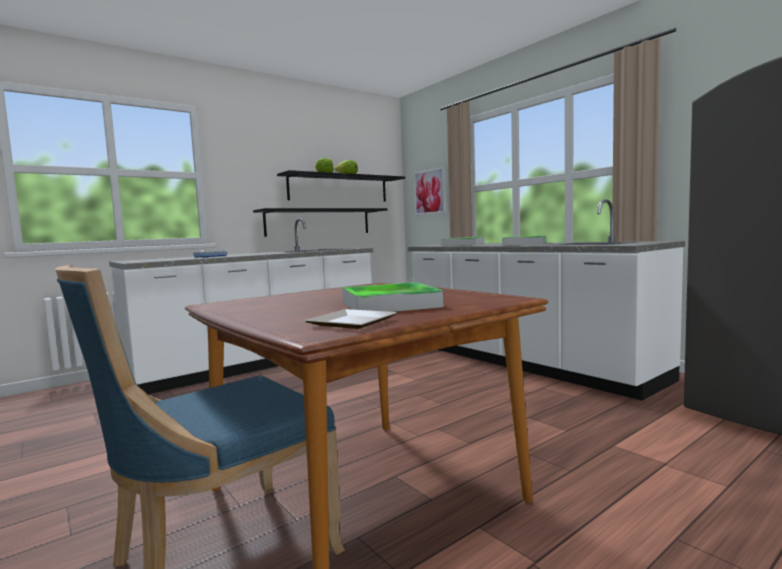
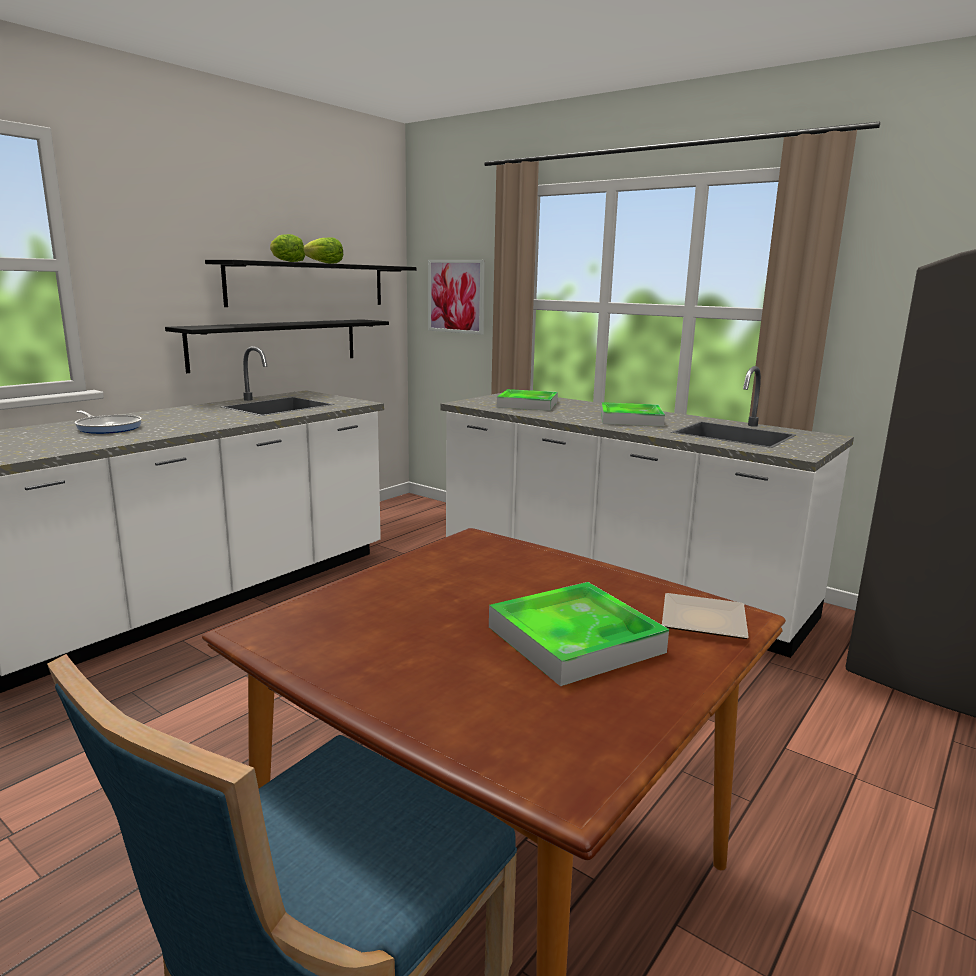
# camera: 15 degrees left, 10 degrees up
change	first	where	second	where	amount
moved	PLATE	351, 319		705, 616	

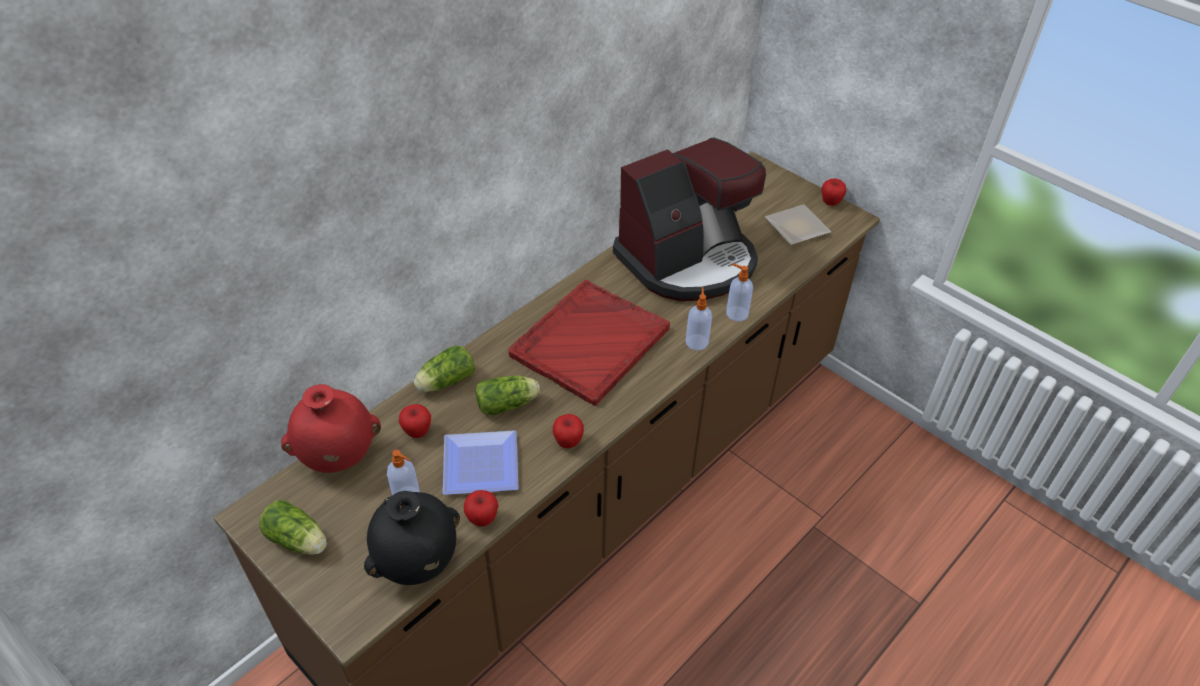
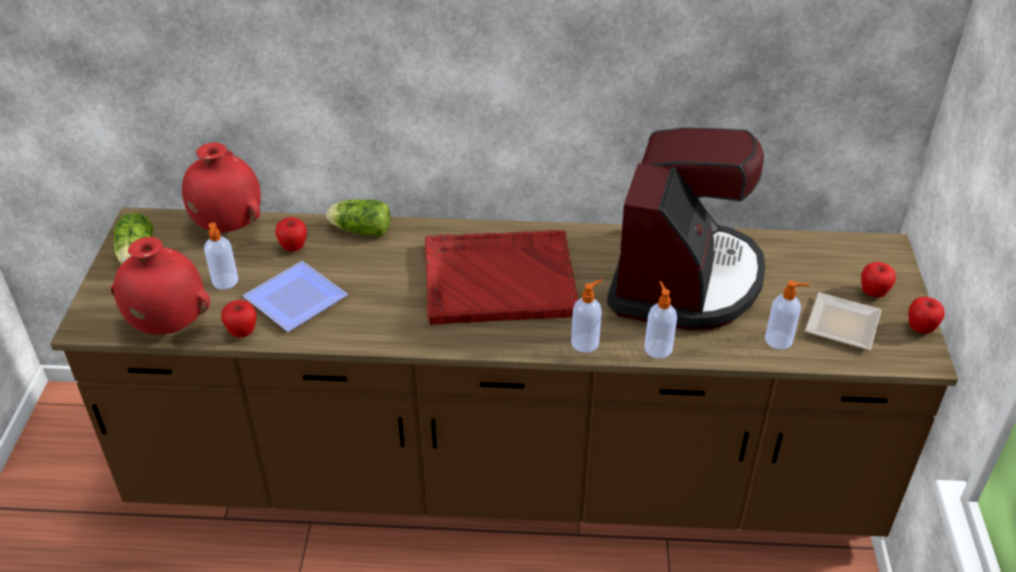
# camera: 50 degrees right, 5 degrees down
change	first	where	second	where	amount
removed	LETTUCE	507, 395			
added			SOAP BOTTLE	787, 315	
moved	WHOLE APPLE	568, 431		878, 279	
recoloured	BLACK-COLOURED VASE	412, 538	REDDISH VASE	160, 286	
turned	COFFEE MACHINE	689, 219		686, 228	90 degrees counterclockwise

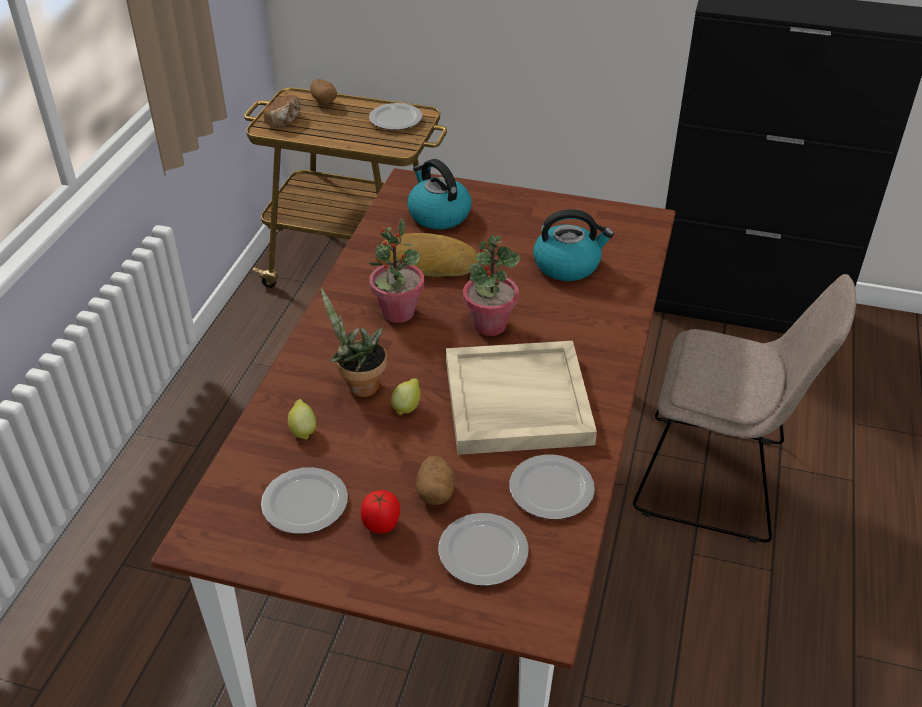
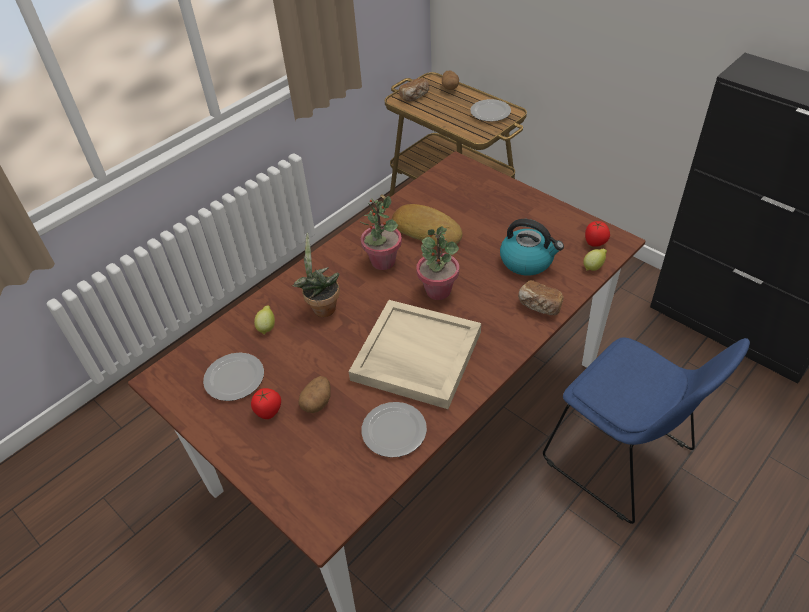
# camera: 30 degrees right, 5 degrees up
change	first	where	second	where	amount
removed	TEA KETTLE	439, 194			
removed	PLATE	483, 549			
added			BAKERY BREAD	540, 297	
added			WHOLE TOMATO	597, 234	
moved	WHOLE LEMON	405, 397		595, 260	
recoloured	SAND-COLOURED PLAIN CHAIR	744, 408	BLUE-COLOURED PLAIN CHAIR	646, 430	

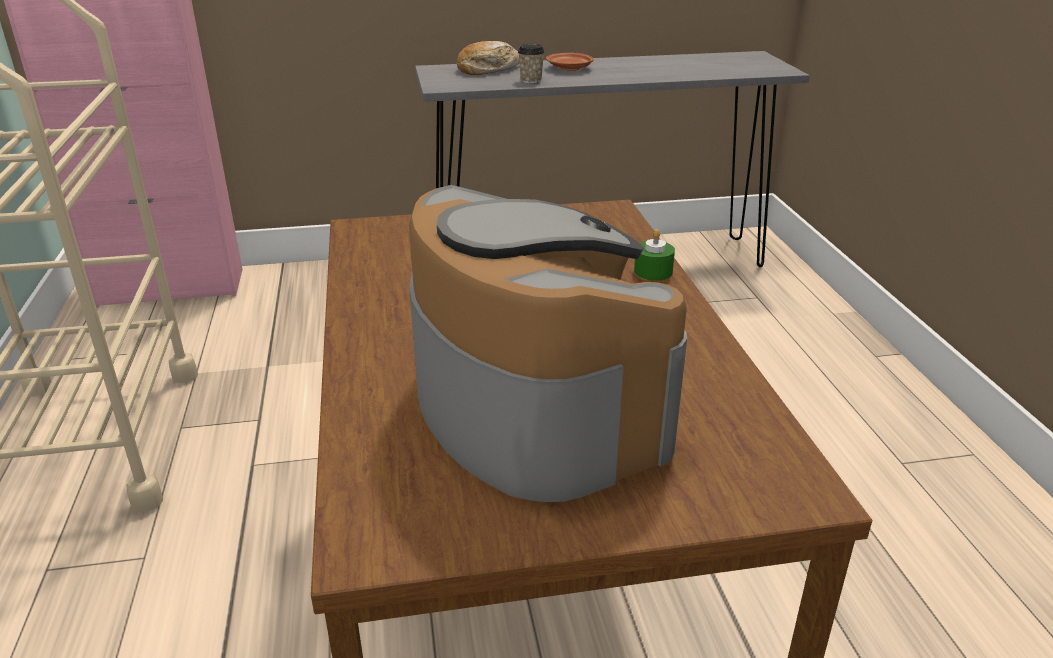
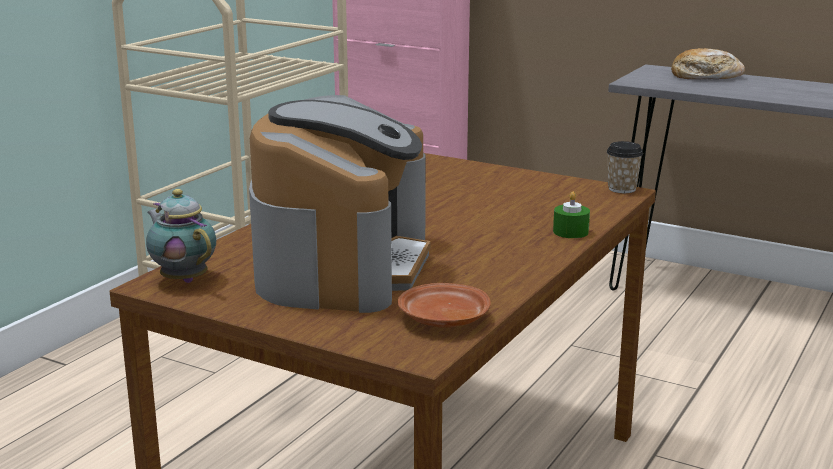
# camera: 40 degrees right, 10 degrees down
change	first	where	second	where	amount
added			TEAPOT	181, 236	
moved	SMALL CUP	531, 64		625, 167	
moved	BROWNISH PLATE	570, 62		444, 305	

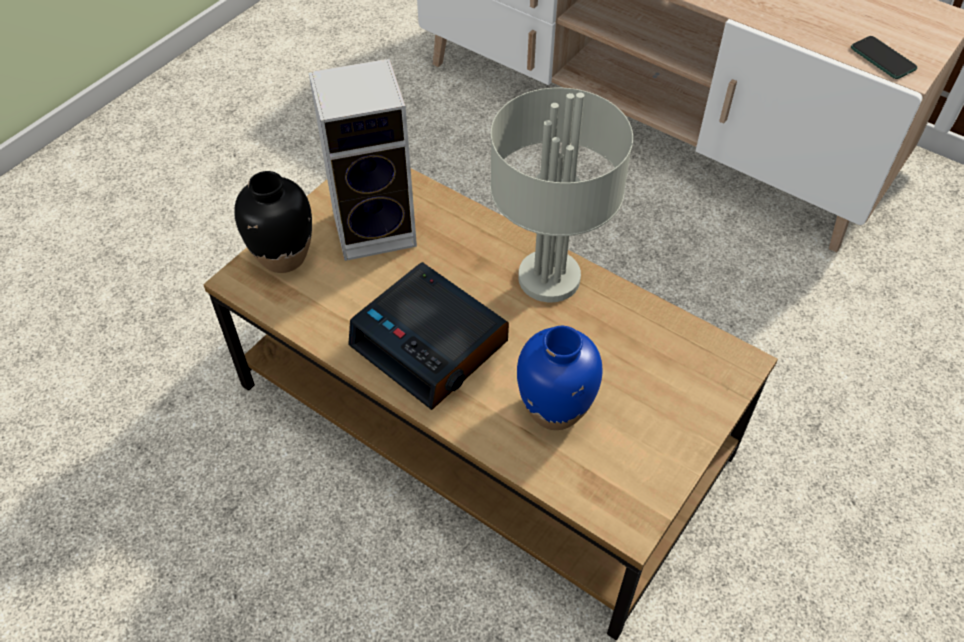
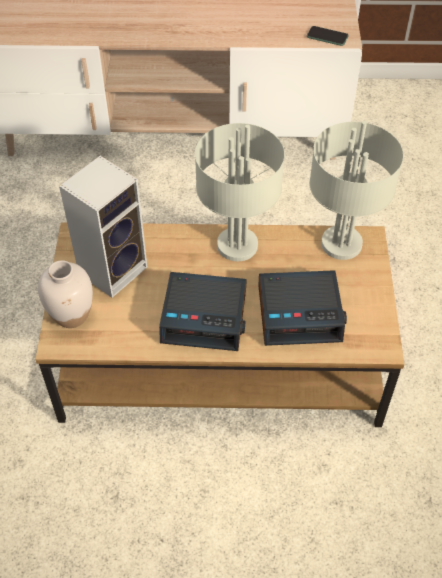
# camera: 35 degrees left, 0 degrees up
change	first	where	second	where	amount
added			GRAY LAMP FOR A TABLE	356, 190	
replaced	BLUE-COLOURED VASE	560, 378	BEDSIDE CLOCK	302, 308	
recoloured	BLACK-COLOURED VASE	273, 222	WHITE-COLOURED VASE	65, 294	

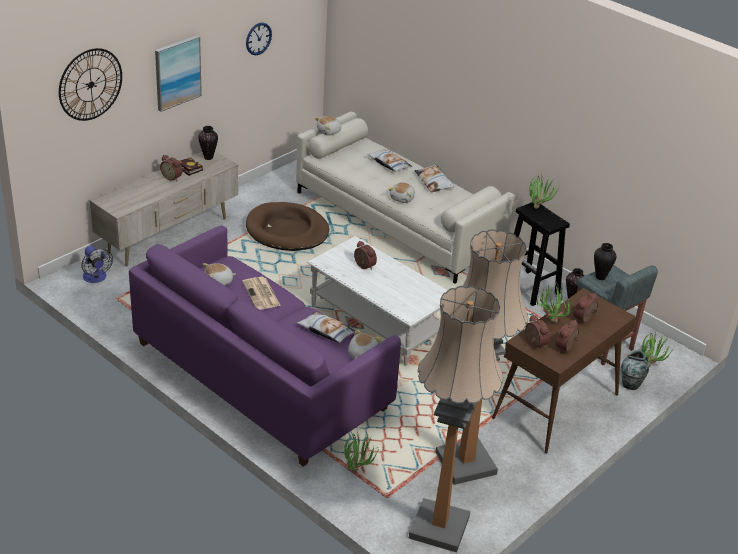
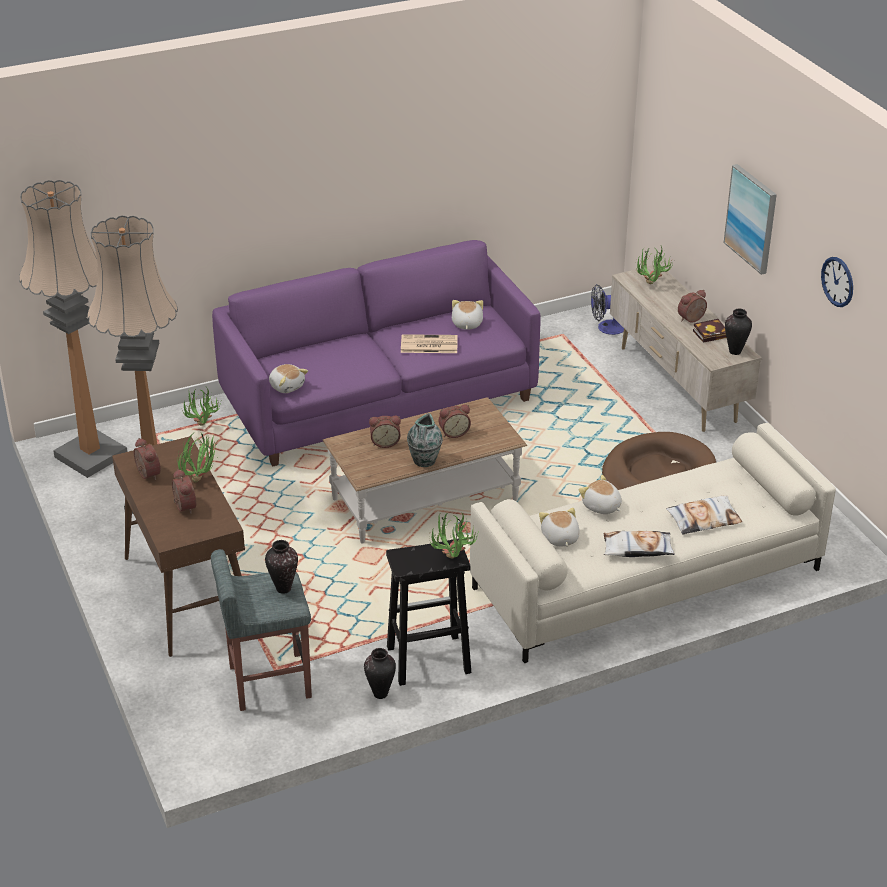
# camera: 115 degrees right, 0 degrees up
change	first	where	second	where	amount
removed	CLOCK ON THE WALL	90, 84			
removed	CUSHION	326, 328			
moved	CUDDLY TOY	328, 126		559, 527	
moved	BEDSIDE CLOCK	537, 332		385, 432	
moved	VASE	635, 370		425, 440	
moved	HOUSEPLANT	657, 349		655, 265	
recoloured	WHITE-COLOURED COFFEE TABLE	377, 301	BROWNISH COFFEE TABLE	425, 470	

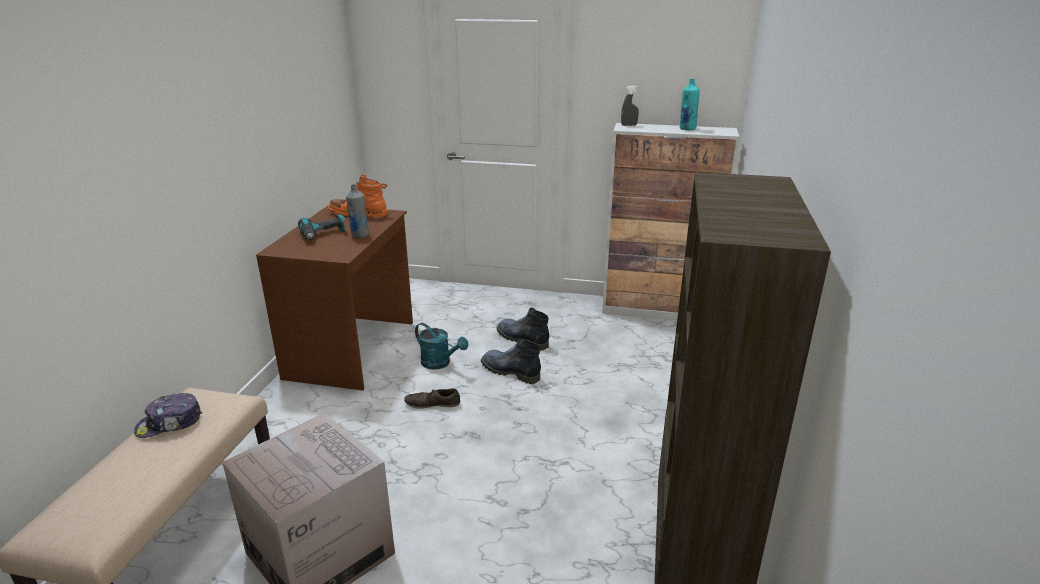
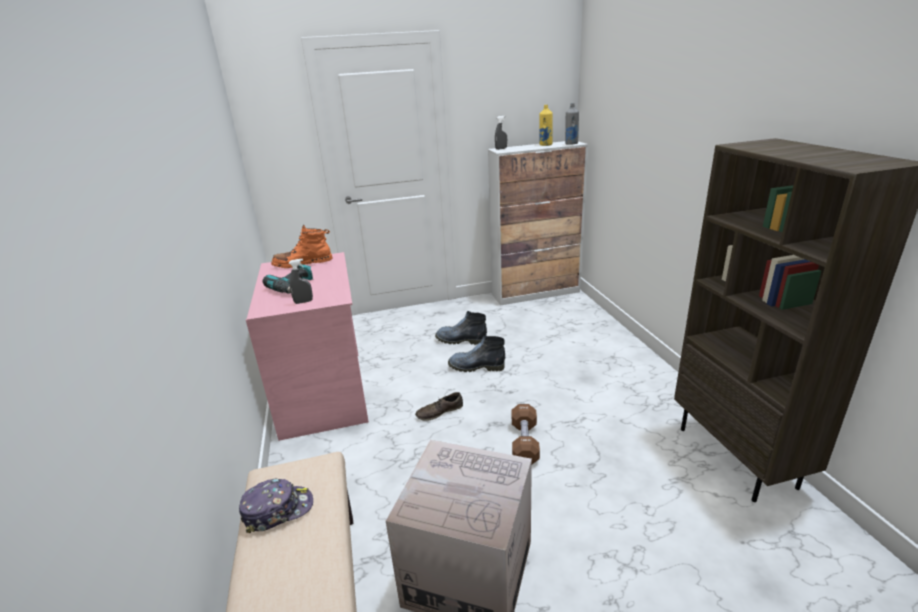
# camera: 25 degrees left, 0 degrees up
change	first	where	second	where	amount
removed	TURQUOISE WATERING CAN	442, 346			
added			GRAY SPRAYER	301, 281	
added			BROWNISH DUMBBELL	526, 434	
moved	GRAY DRINK BOTTLE	357, 211		572, 124	
recoloured	BROWNISH DESK TABLE	334, 297	PINKISH DESK TABLE	307, 346	
recoloured	TURQUOISE DRINK BOTTLE	690, 104	YELLOW DRINK BOTTLE	546, 125	
turned	BASEBALL CAP	168, 415		276, 506	150 degrees counterclockwise

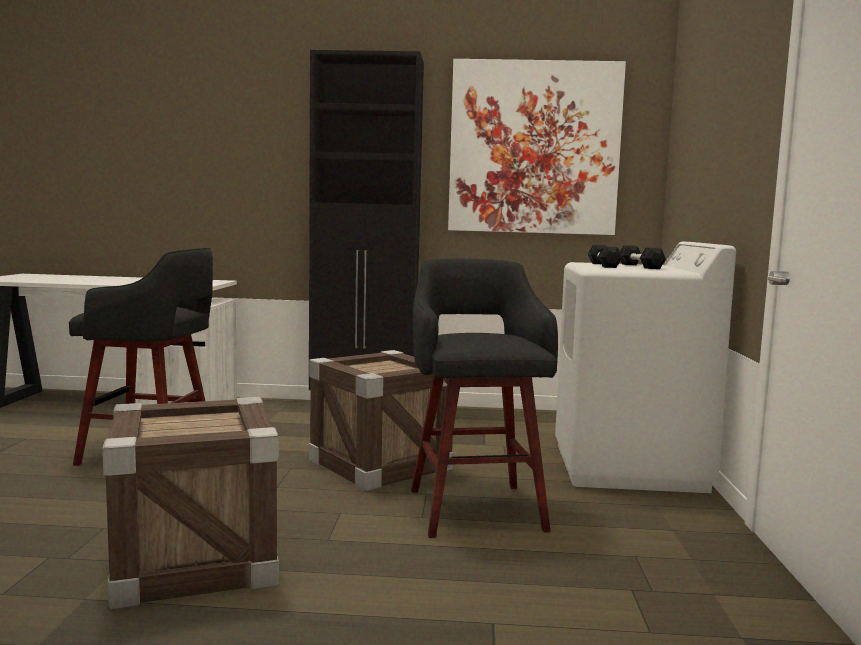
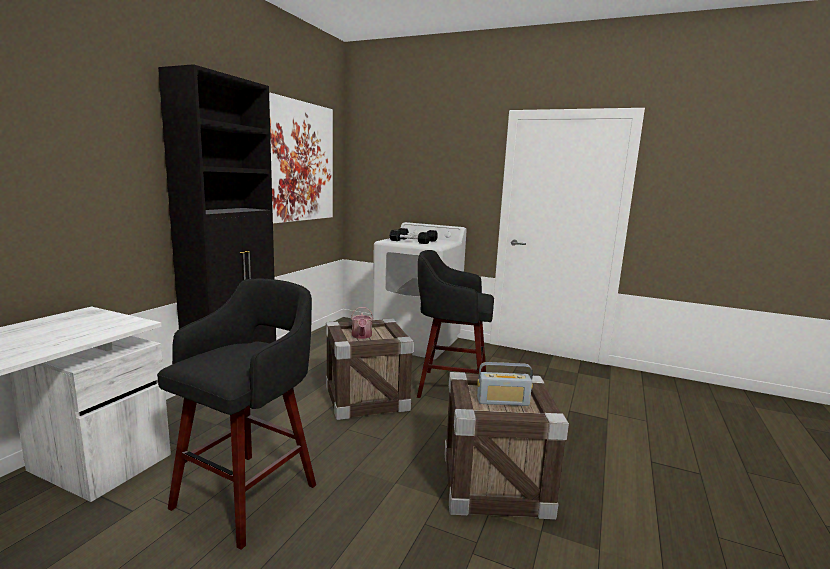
# camera: 70 degrees left, 5 degrees up
change	first	where	second	where	amount
added			WATERING CAN	362, 323	
added			RADIO SET	505, 384	

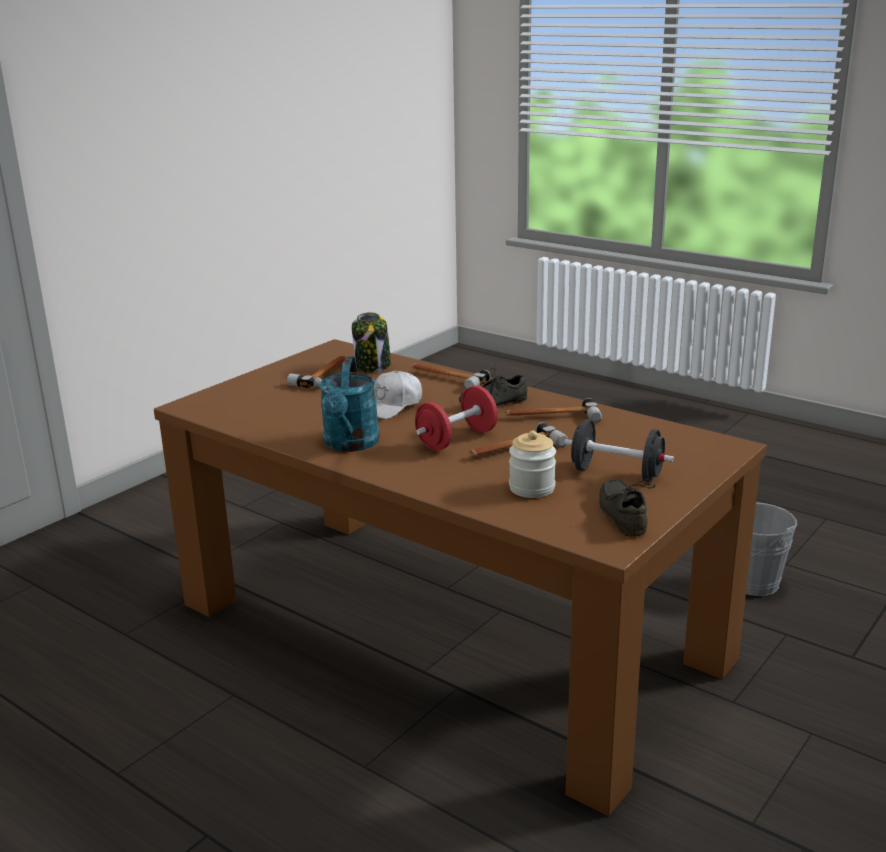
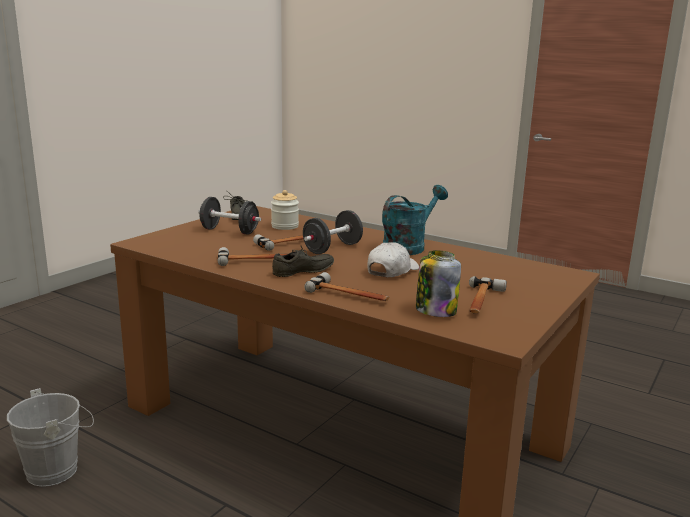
# camera: 175 degrees right, 5 degrees down
change	first	where	second	where	amount
recoloured	REDDISH DUMBBELL	456, 418	BLACK-COLOURED DUMBBELL	333, 232	
turned	TURQUOISE WATERING CAN	349, 404		415, 220	45 degrees clockwise

